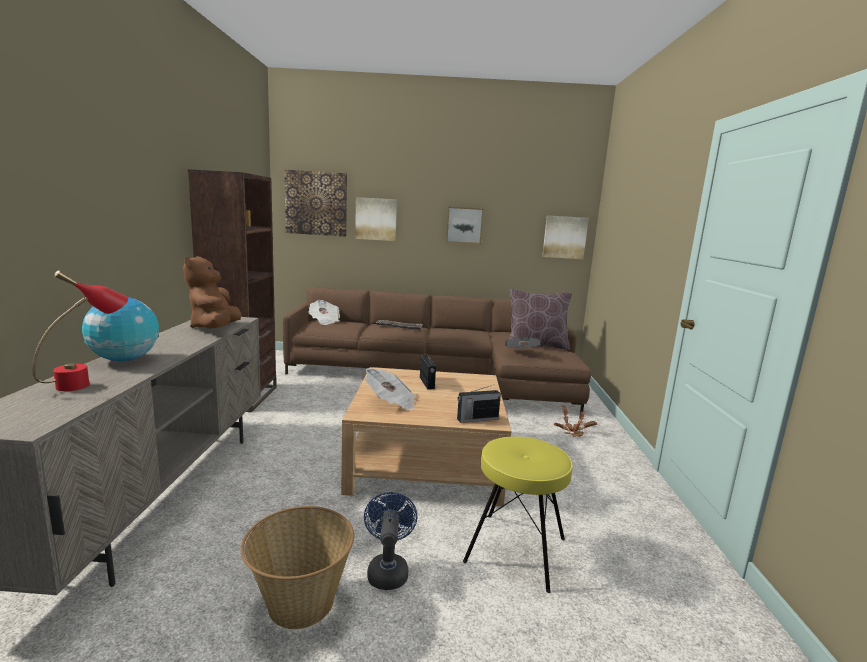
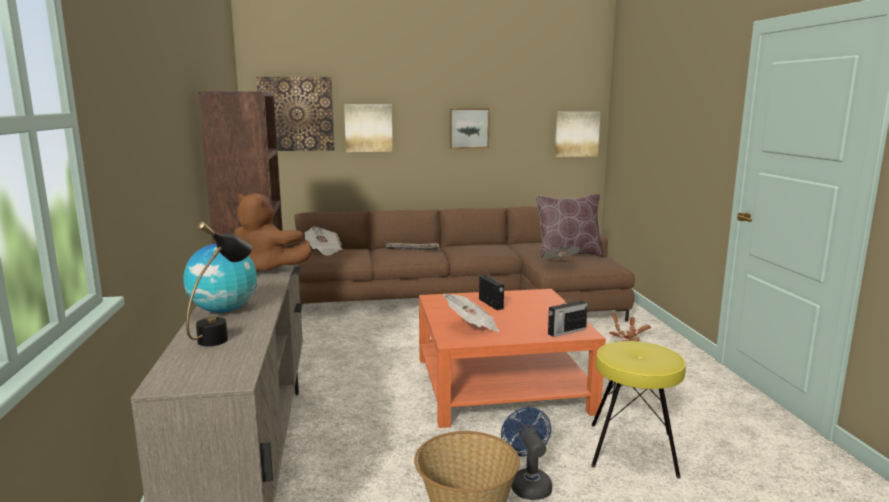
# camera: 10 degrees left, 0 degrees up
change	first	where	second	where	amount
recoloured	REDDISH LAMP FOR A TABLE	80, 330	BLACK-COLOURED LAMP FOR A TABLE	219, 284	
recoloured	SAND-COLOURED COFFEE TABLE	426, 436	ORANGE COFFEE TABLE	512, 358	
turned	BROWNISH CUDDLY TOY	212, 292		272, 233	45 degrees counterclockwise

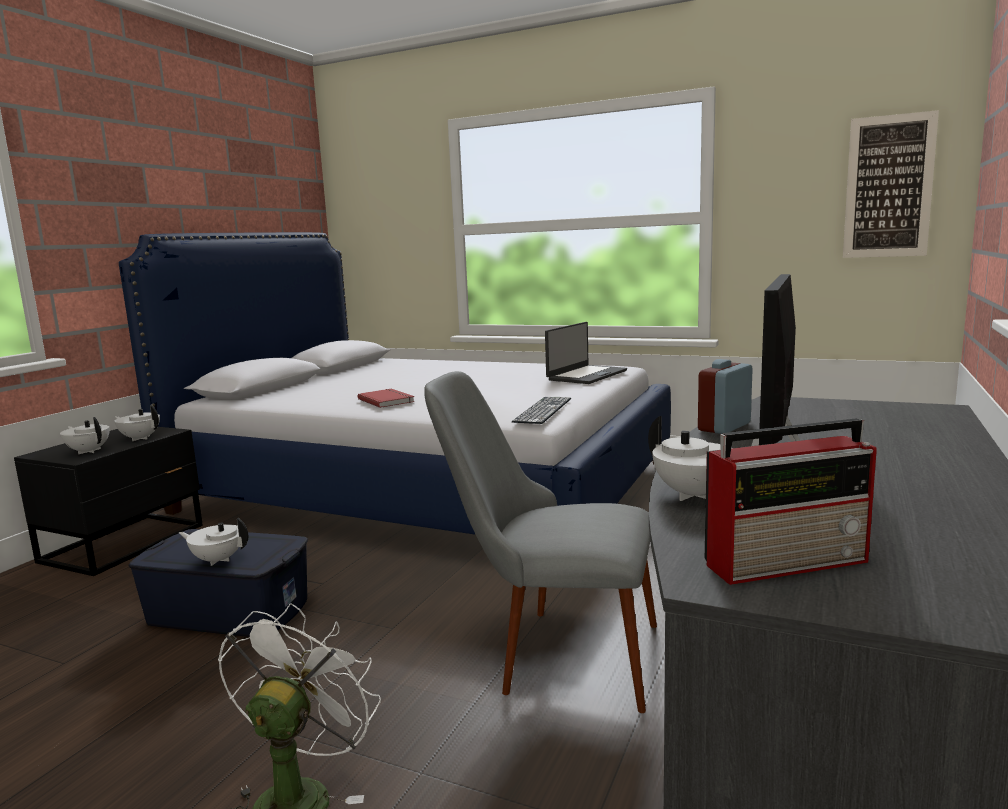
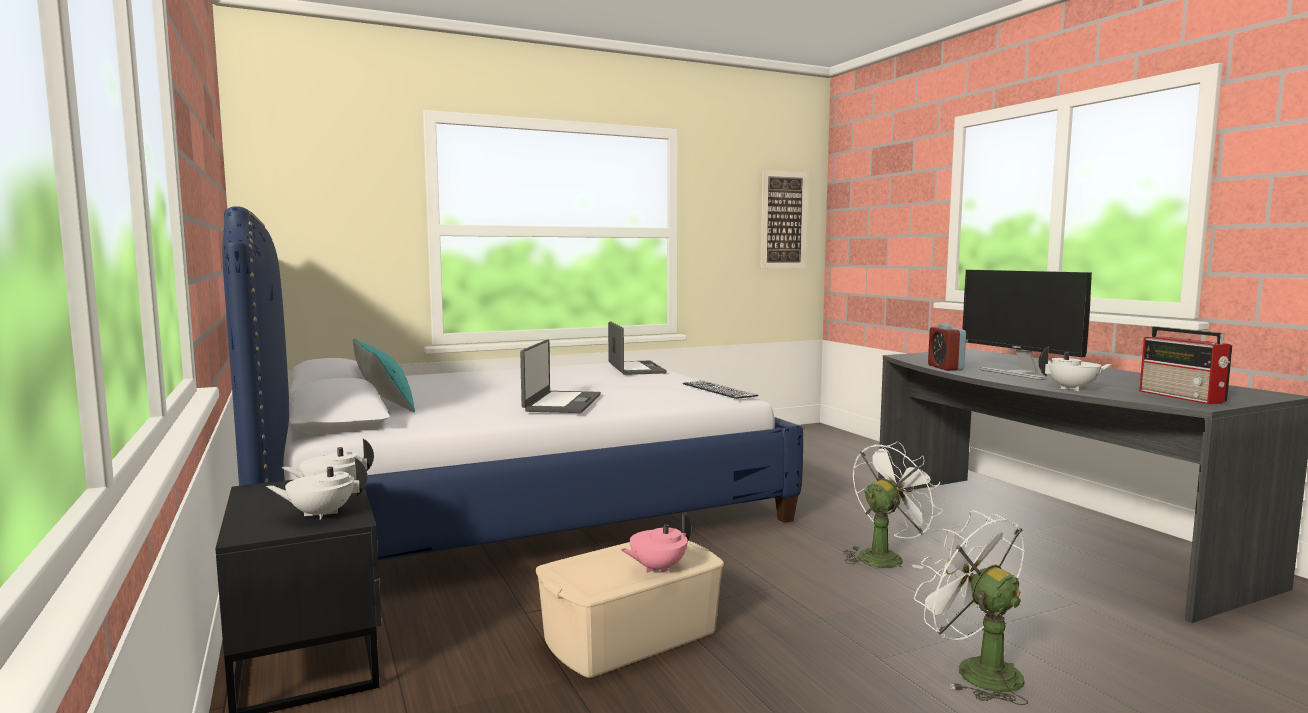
# camera: 50 degrees left, 5 degrees down
change	first	where	second	where	amount
added			TURQUOISE CUSHION	384, 375	
replaced	REDDISH BOUND BOOK	386, 398	NOTEBOOK COMPUTER	560, 376	
replaced	GRAY PLAIN CHAIR	540, 542	WHITE-COLOURED ELECTRIC FAN	893, 505	
recoloured	BLUE-COLOURED STORAGE BIN	218, 583	SAND-COLOURED STORAGE BIN	630, 609	
recoloured	WHITE-COLOURED TEAPOT	213, 542	PINKISH TEAPOT	656, 543	
turned	RADIO SET	791, 501		1185, 365	135 degrees clockwise

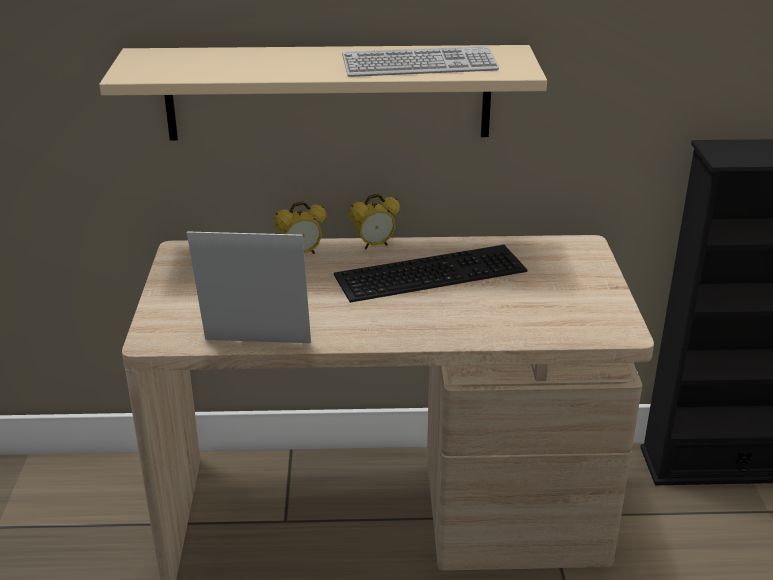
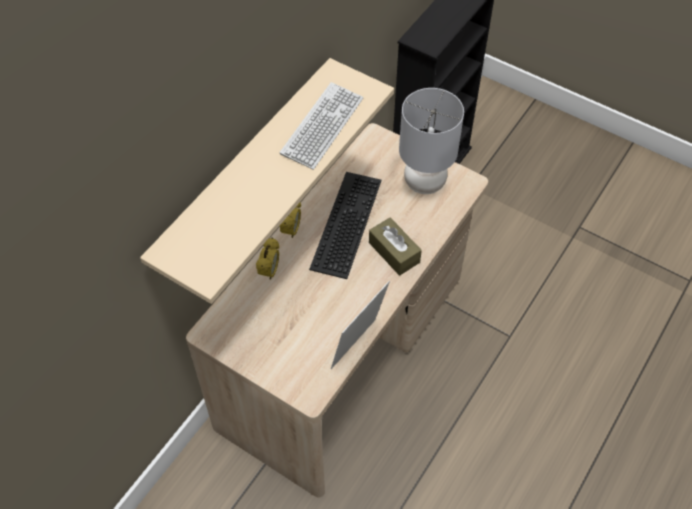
# camera: 55 degrees left, 25 degrees up
change	first	where	second	where	amount
added			BROWNISH BOX OF TISSUES	395, 247	
added			GRAY LAMP FOR A TABLE	431, 141	

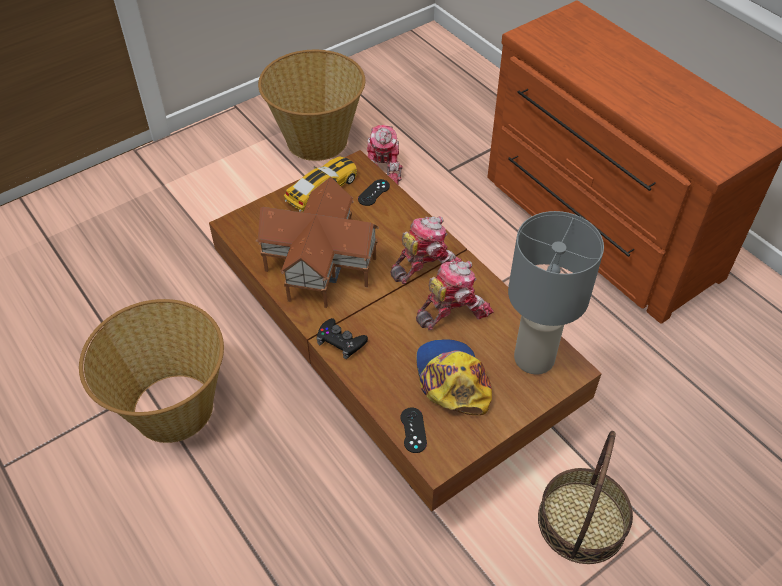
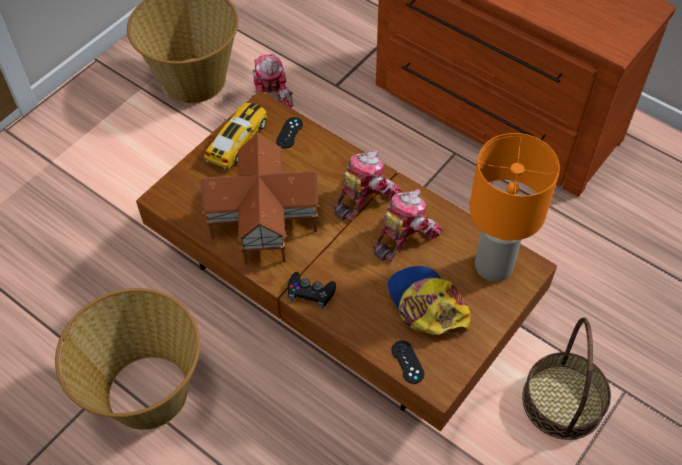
# camera: 15 degrees left, 5 degrees up
change	first	where	second	where	amount
recoloured	GRAY LAMP FOR A TABLE	556, 292	ORANGE LAMP FOR A TABLE	514, 207	

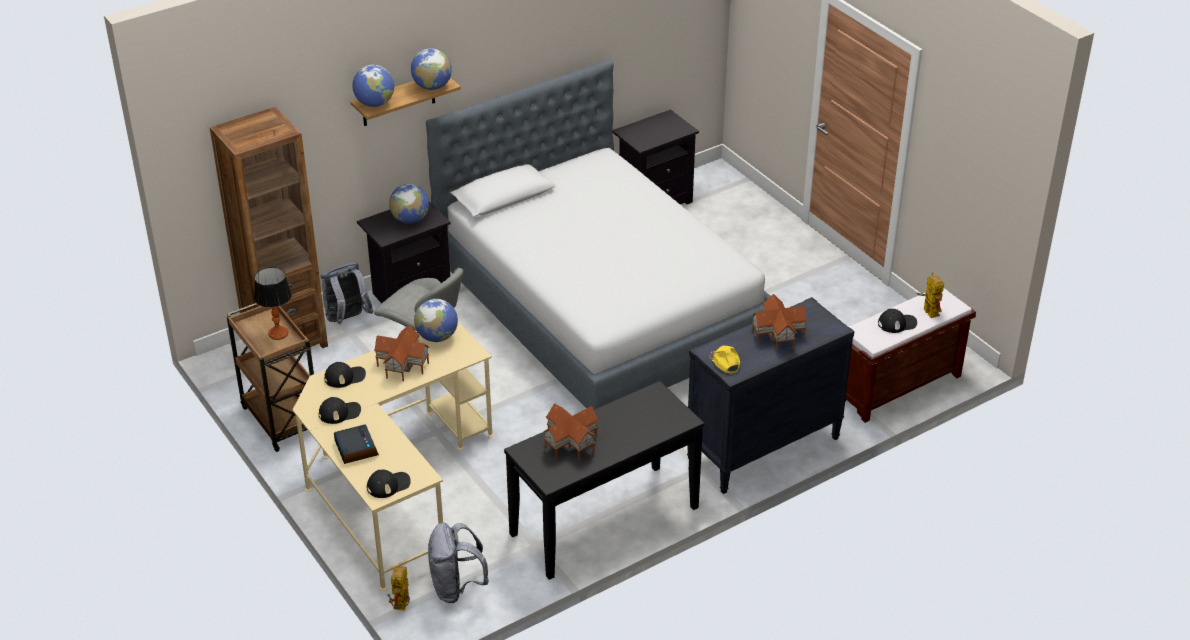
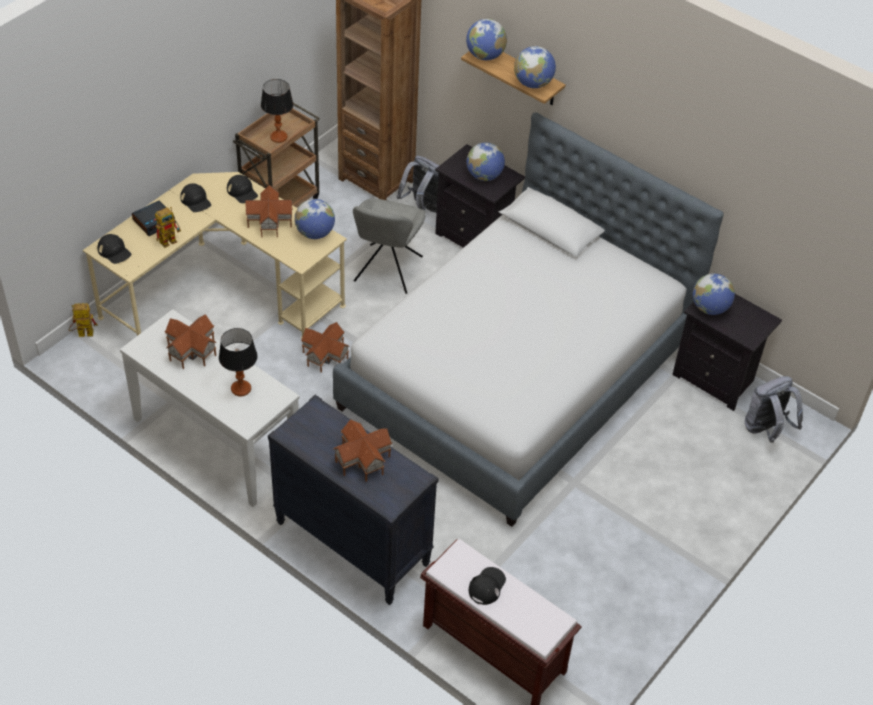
# camera: 70 degrees right, 10 degrees up
change	first	where	second	where	amount
removed	YELLOW BASEBALL CAP	724, 359			
added			LAMP FOR A TABLE	238, 362	
added			MINIATURE HOUSE	325, 347	
added			WORLD GLOBE	714, 294	
moved	GRAY BACKPACK	458, 563		774, 409	
moved	ROBOT FIGURE	930, 295		168, 227	
recoloured	BLACK-COLOURED CONSOLE TABLE	604, 480	WHITE-COLOURED CONSOLE TABLE	210, 408	
turned	BLACK-COLOURED BASEBALL CAP	897, 321		487, 586	120 degrees counterclockwise

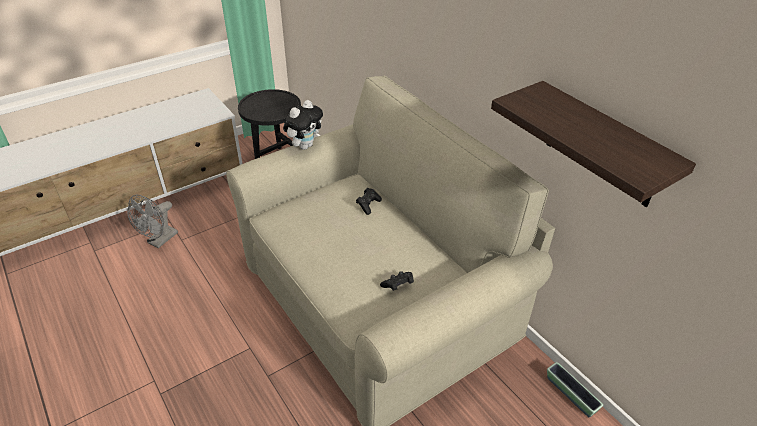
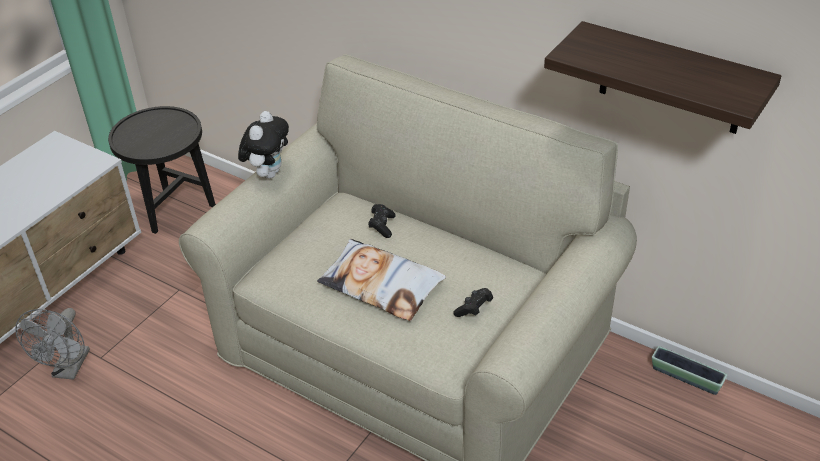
# camera: 20 degrees left, 0 degrees up
change	first	where	second	where	amount
added			CUSHION	381, 280	

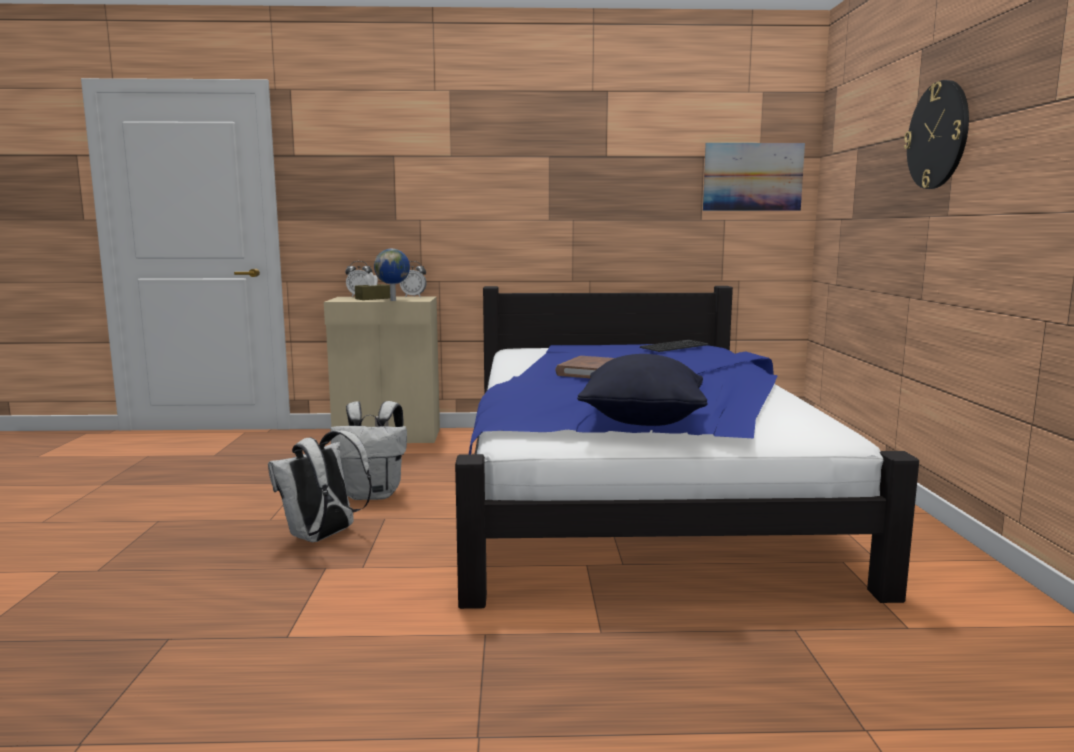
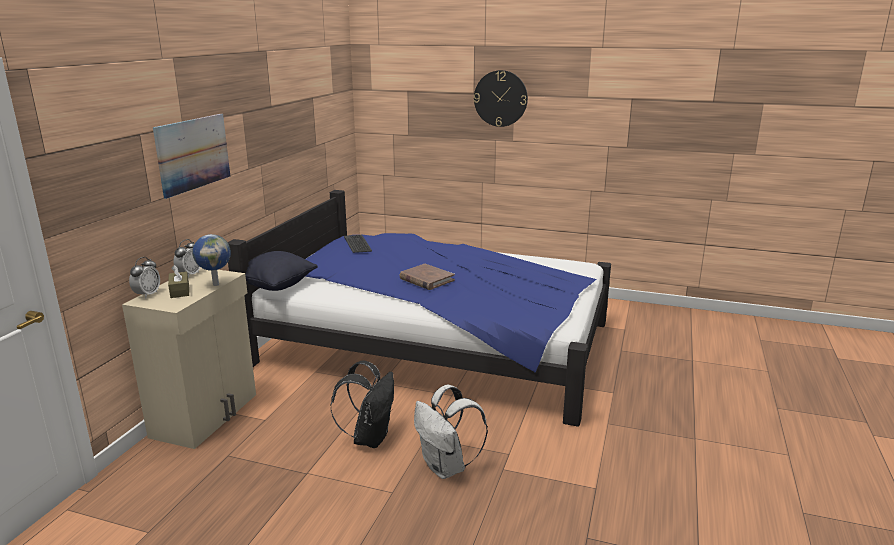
# camera: 70 degrees left, 10 degrees up
change	first	where	second	where	amount
moved	BLACK-COLOURED CUSHION	642, 390		281, 271	
moved	PICTURE	754, 177		191, 156	
recoloured	WHITE-COLOURED BACKPACK	368, 450	BLACK-COLOURED BACKPACK	362, 404	

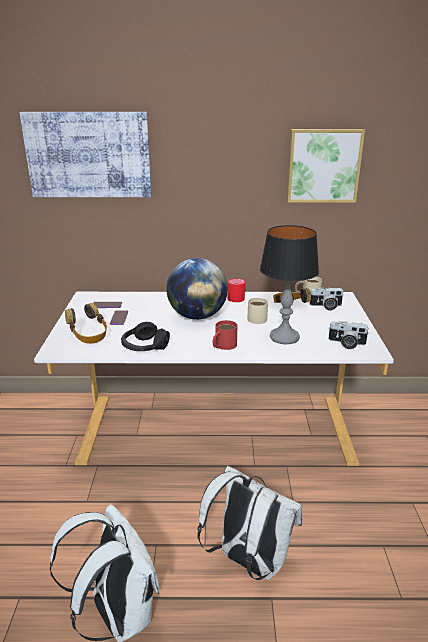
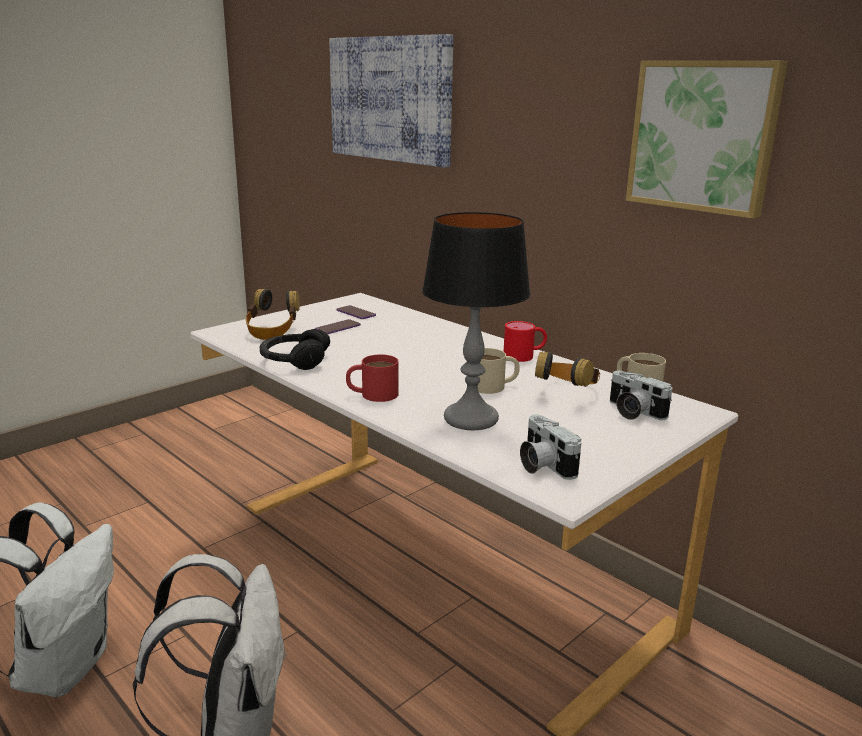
# camera: 45 degrees right, 5 degrees down
change	first	where	second	where	amount
removed	WORLD GLOBE	197, 289			

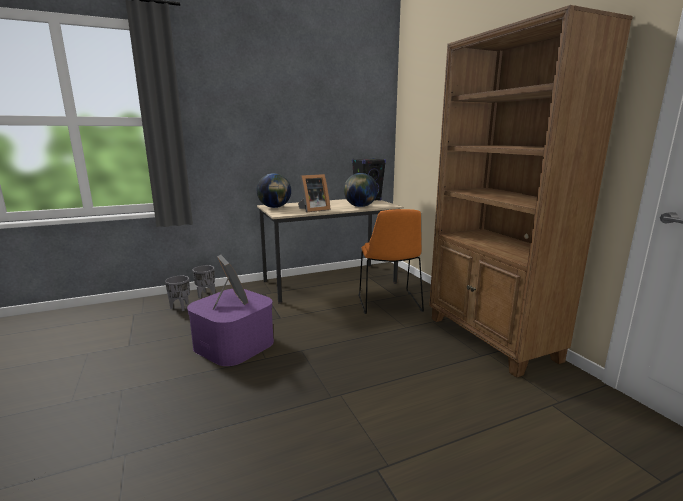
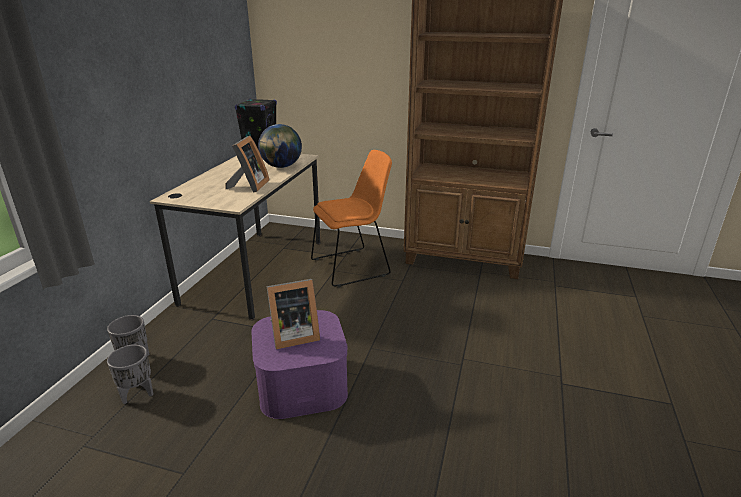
# camera: 50 degrees left, 10 degrees up
change	first	where	second	where	amount
removed	WORLD GLOBE	274, 190			
turned	PICTURE FRAME	230, 282		293, 314	150 degrees clockwise
turned	ORANGE PLAIN CHAIR	391, 261		351, 218	60 degrees counterclockwise

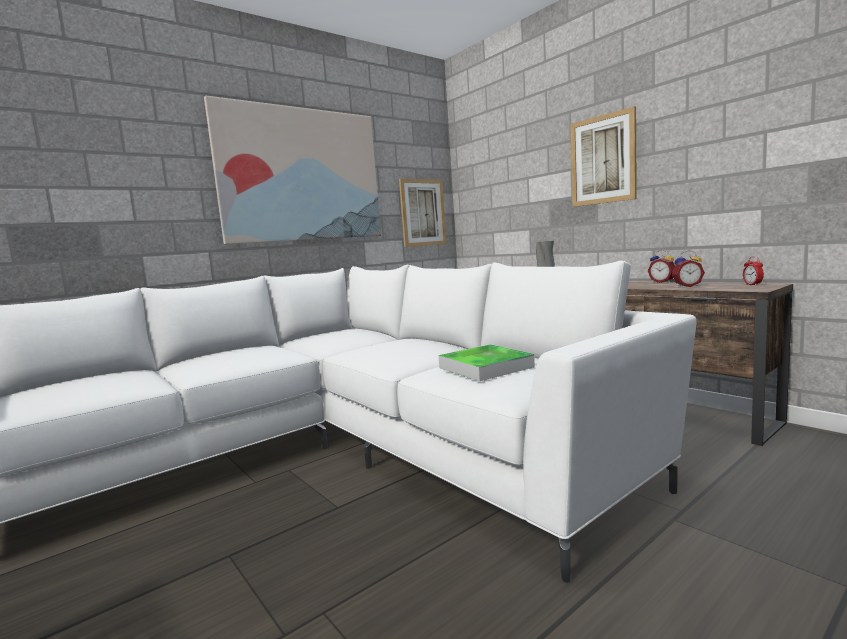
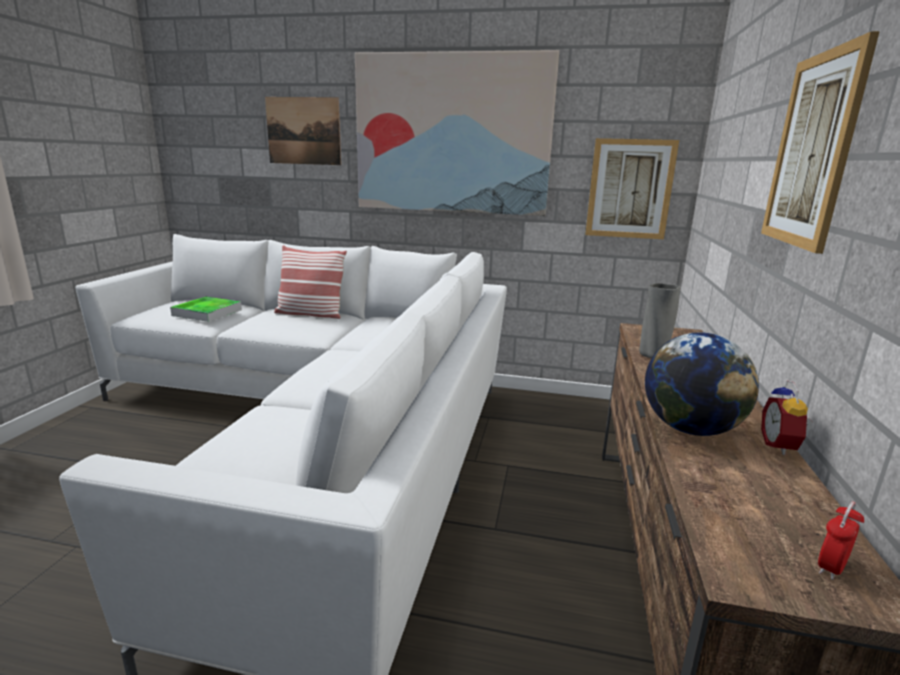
# camera: 50 degrees right, 10 degrees up
change	first	where	second	where	amount
removed	BEDSIDE CLOCK	688, 268			
added			PICTURE	303, 131	
added			CUSHION	310, 282	
added			WORLD GLOBE	702, 384	
moved	SERVING TRAY	487, 362		206, 309	

